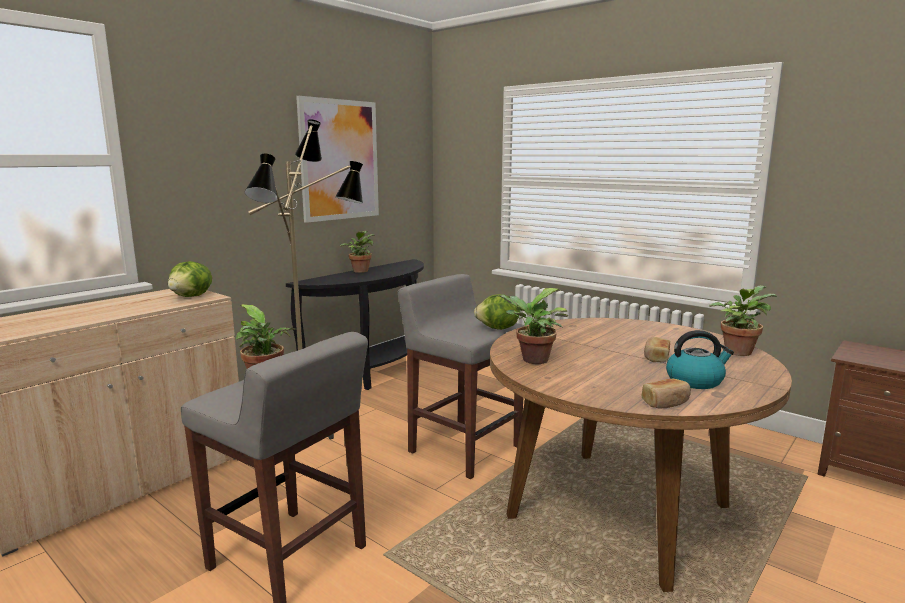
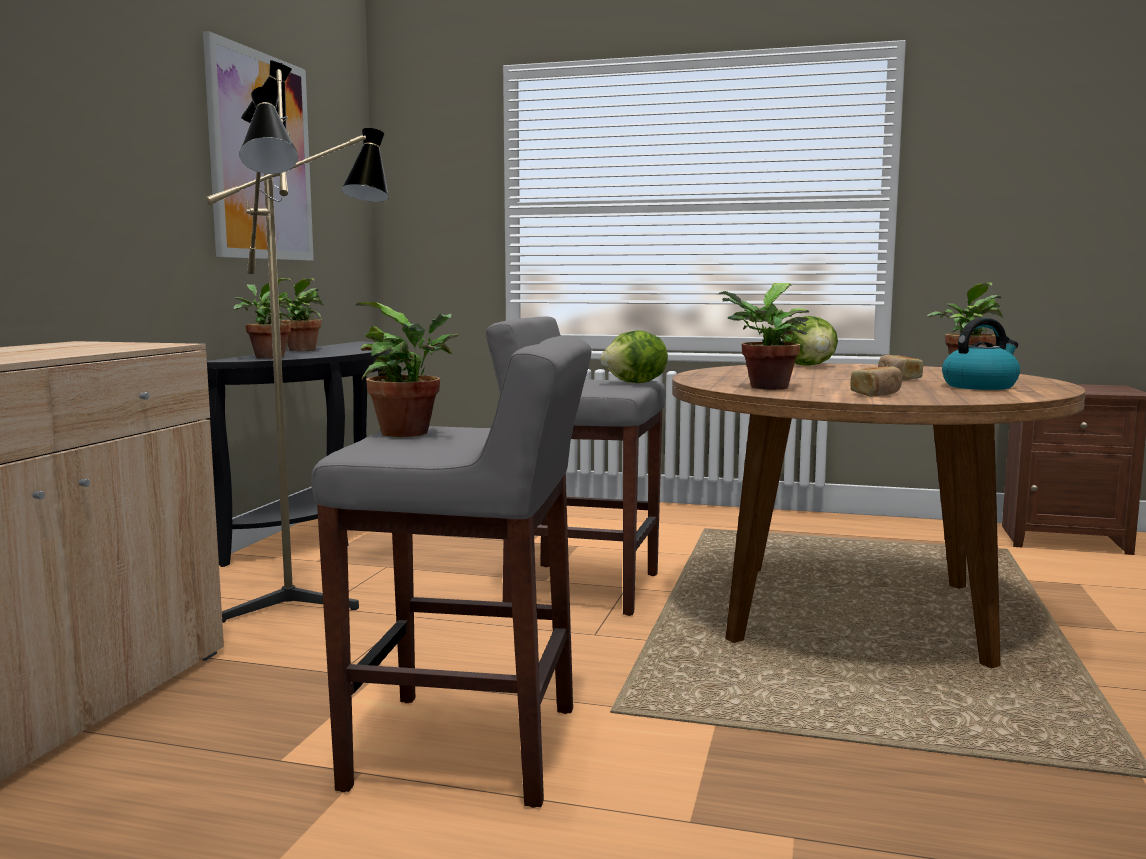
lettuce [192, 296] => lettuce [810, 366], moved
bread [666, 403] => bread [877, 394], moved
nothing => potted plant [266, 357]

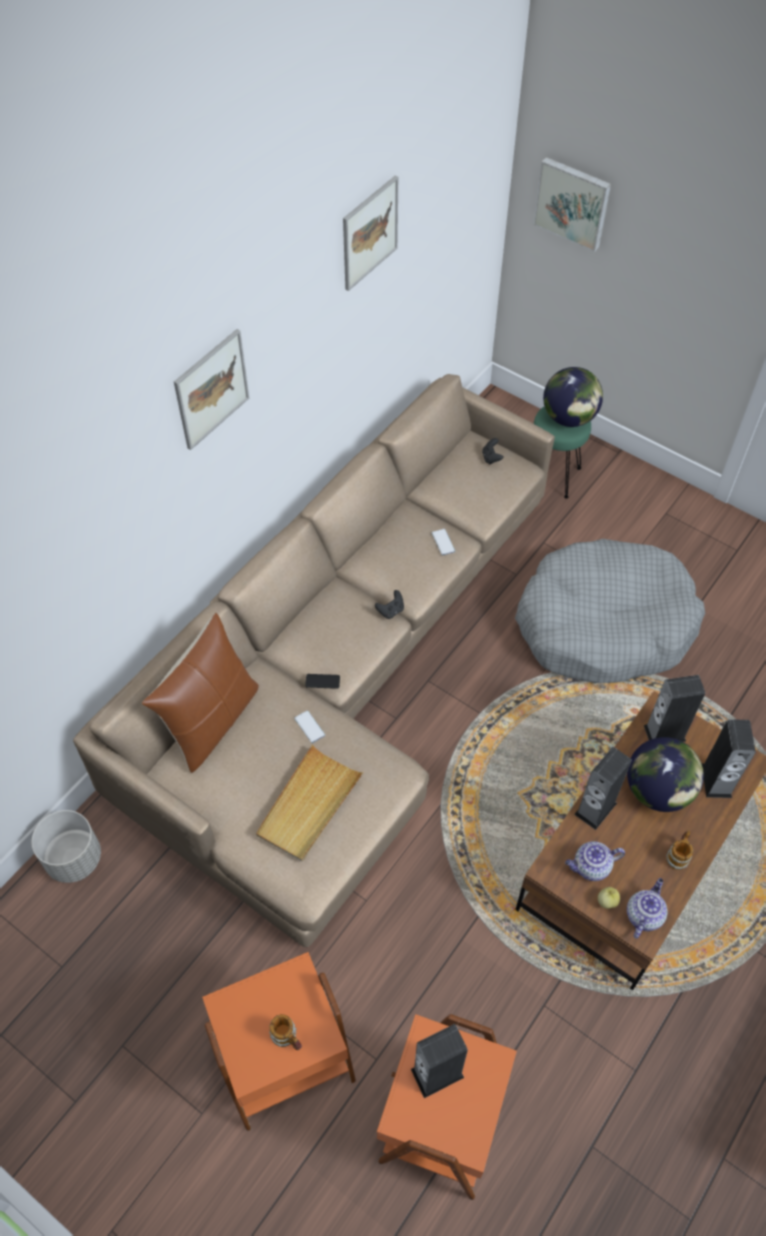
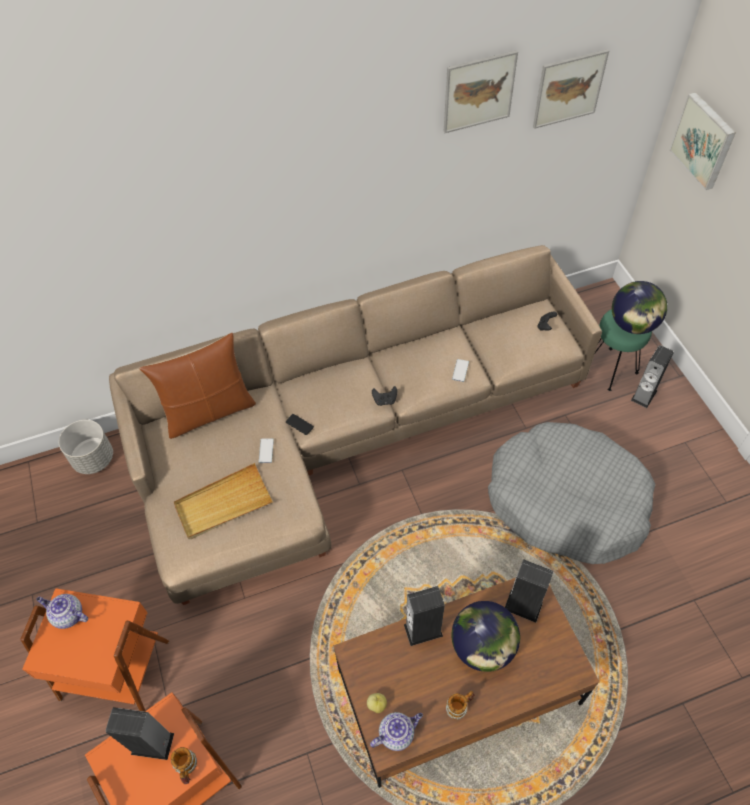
picture [211, 389] => picture [569, 89], moved
mug [287, 1038] => mug [187, 768], moved
teapot [590, 867] => teapot [67, 615], moved
speaker [716, 780] => speaker [644, 395], moved

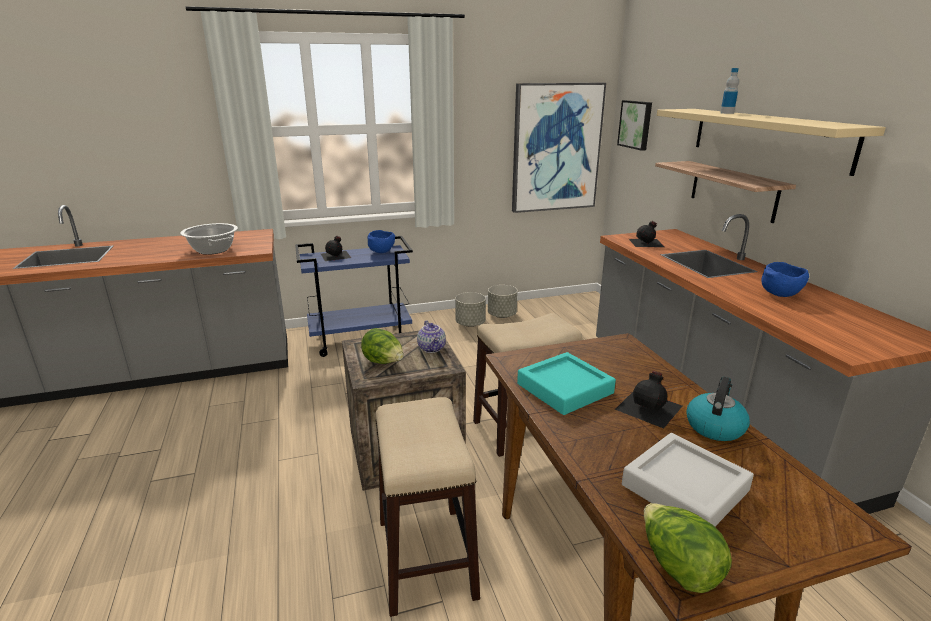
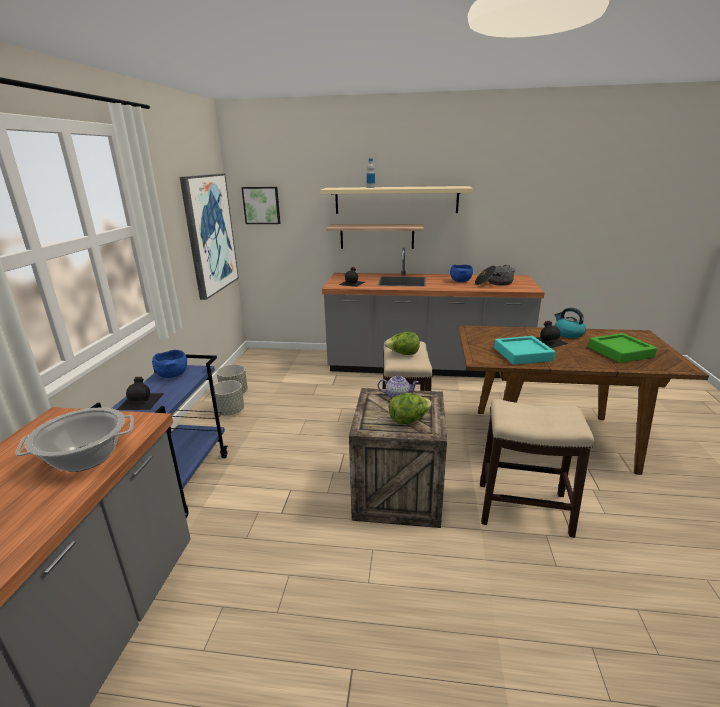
grey tray [684, 488] => green tray [620, 352]
lettuce [677, 567] => lettuce [403, 354], moved
nothing => cooking pot [494, 283]

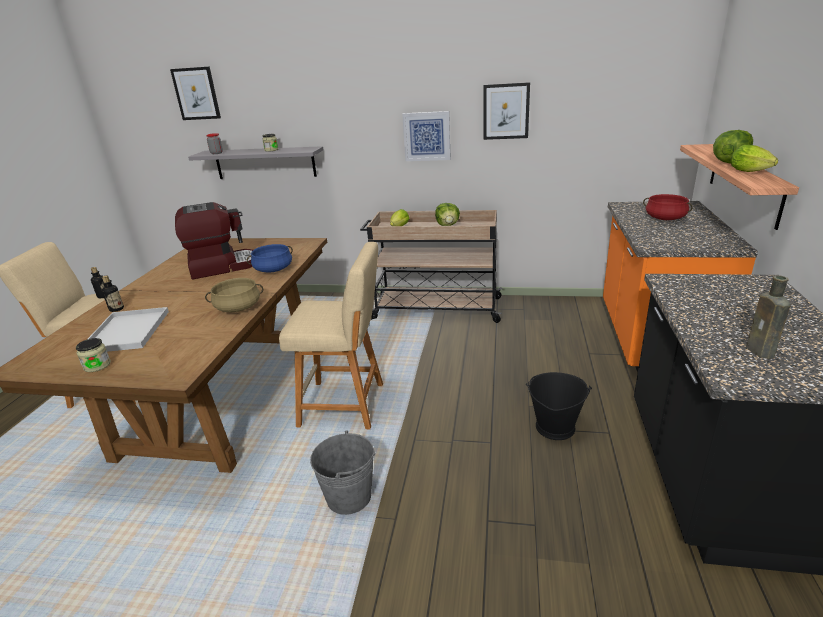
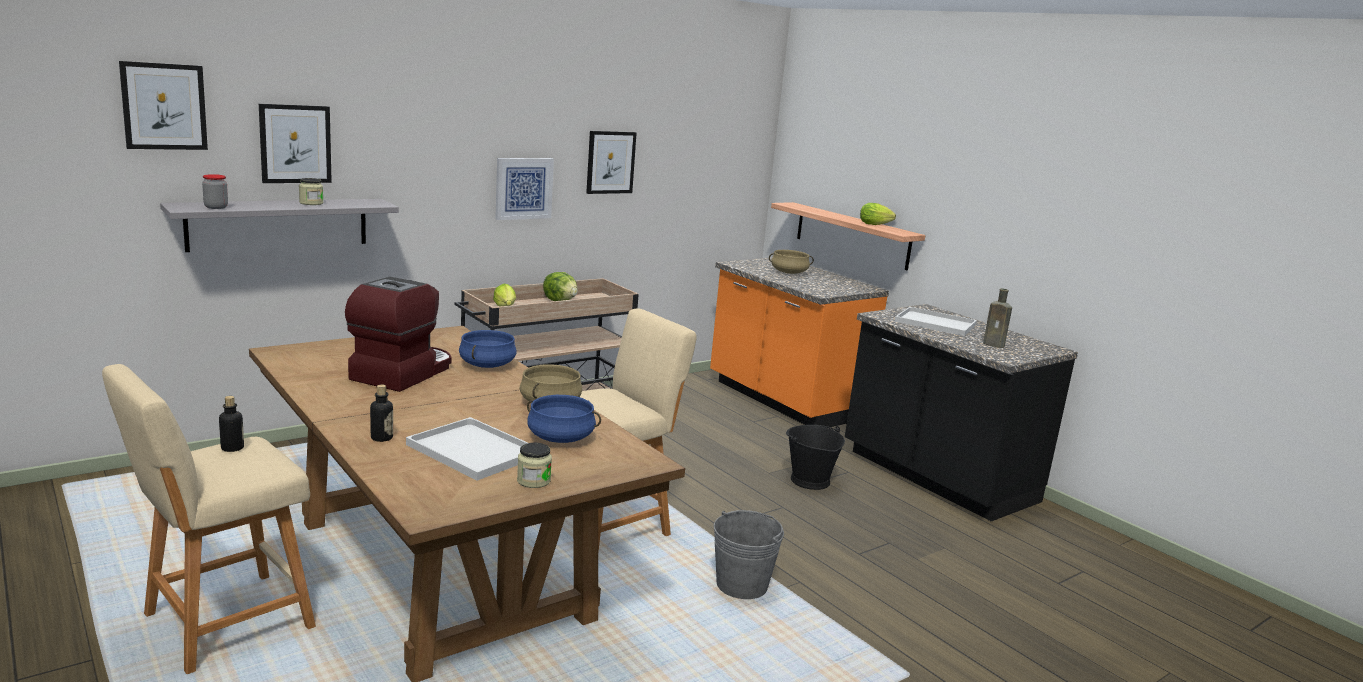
red cooking pot [665, 218] => beige cooking pot [789, 272]
lettuce [729, 162] => nothing
nothing => picture [295, 144]
nothing => blue cooking pot [561, 437]
nothing => white tray [933, 323]

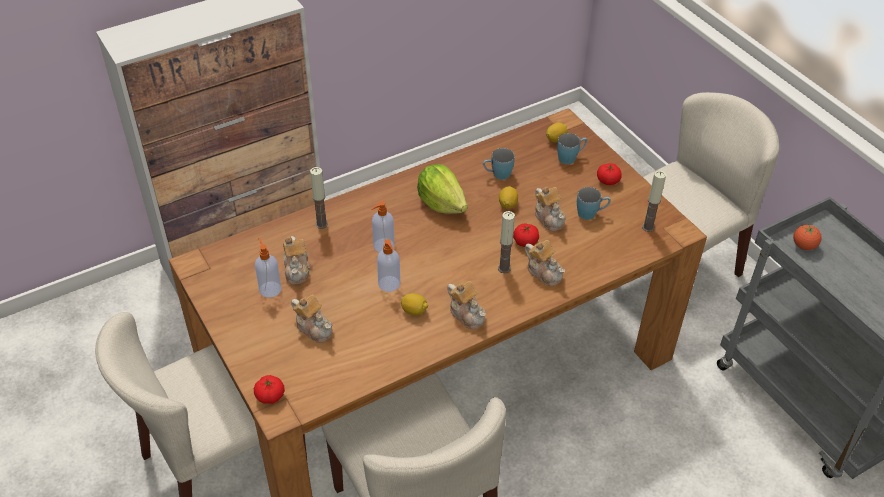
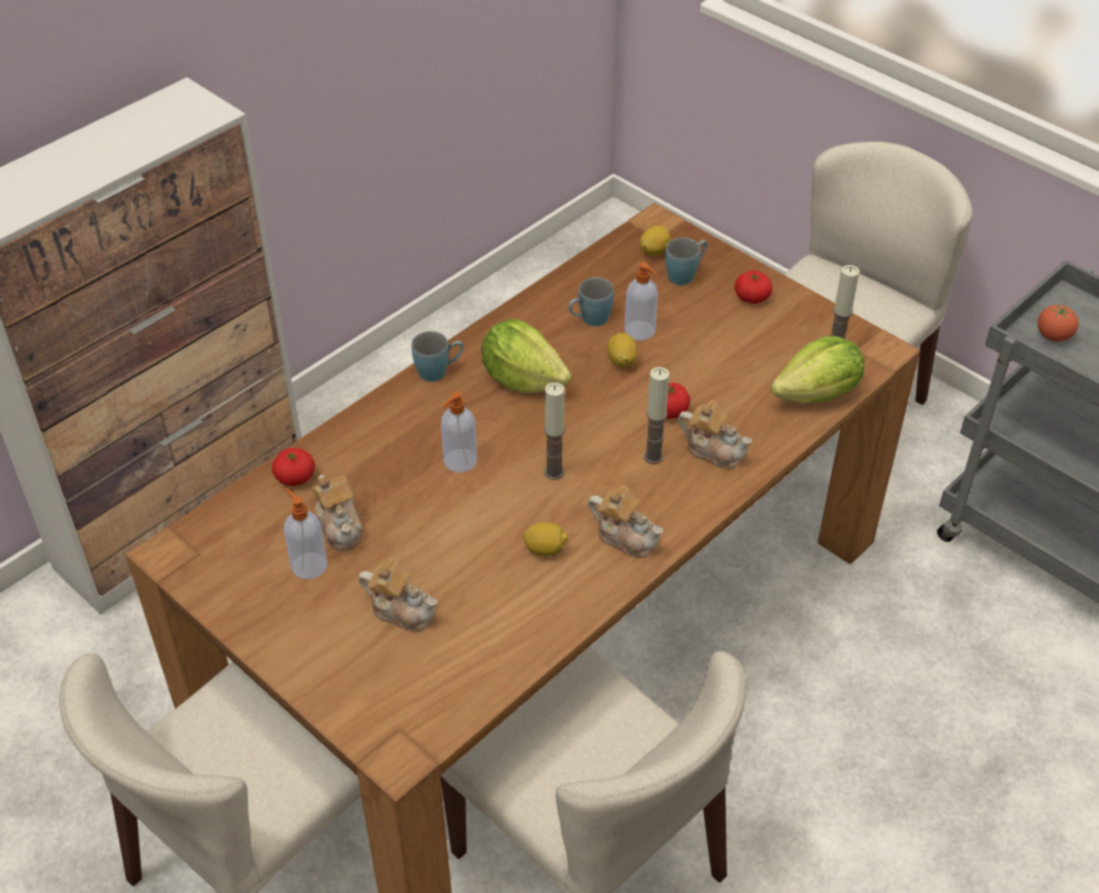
tomato [270, 396] => tomato [295, 477], moved
candle [321, 224] => candle [554, 472], moved
soap dispenser [389, 284] => soap dispenser [640, 331], moved
teapot [549, 218] => nothing
blue mug [591, 213] => blue mug [439, 371], moved
nothing => lettuce [818, 395]

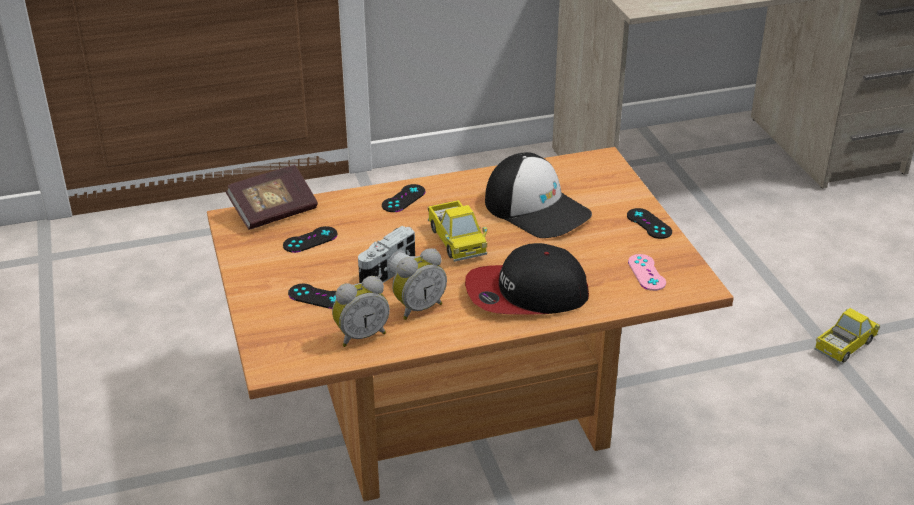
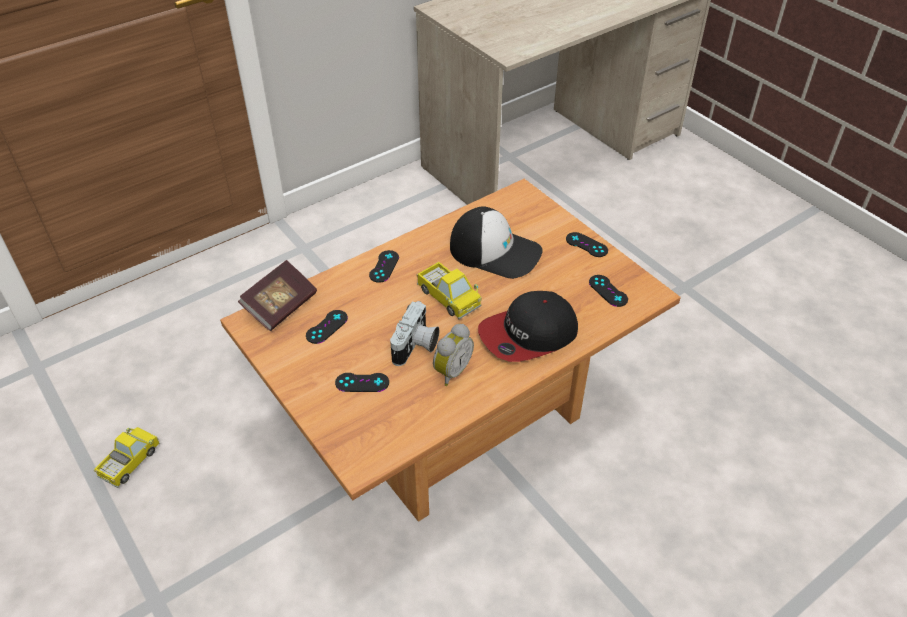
alarm clock [361, 335] => nothing
pink game controller [646, 272] => black game controller [608, 291]
toy truck [845, 345] => toy truck [130, 462], moved

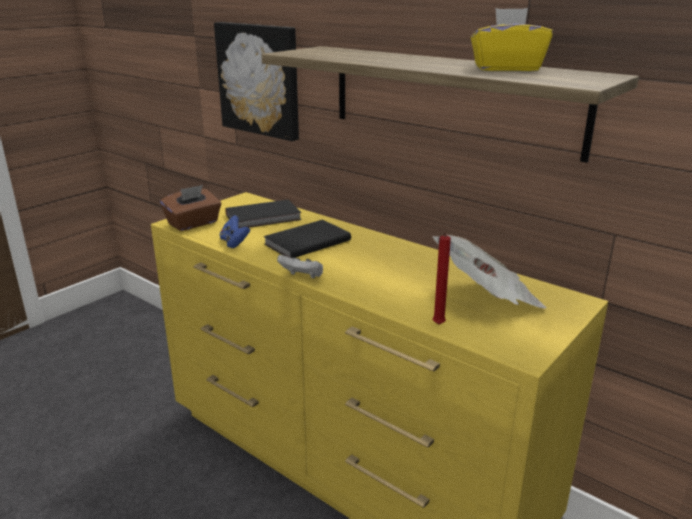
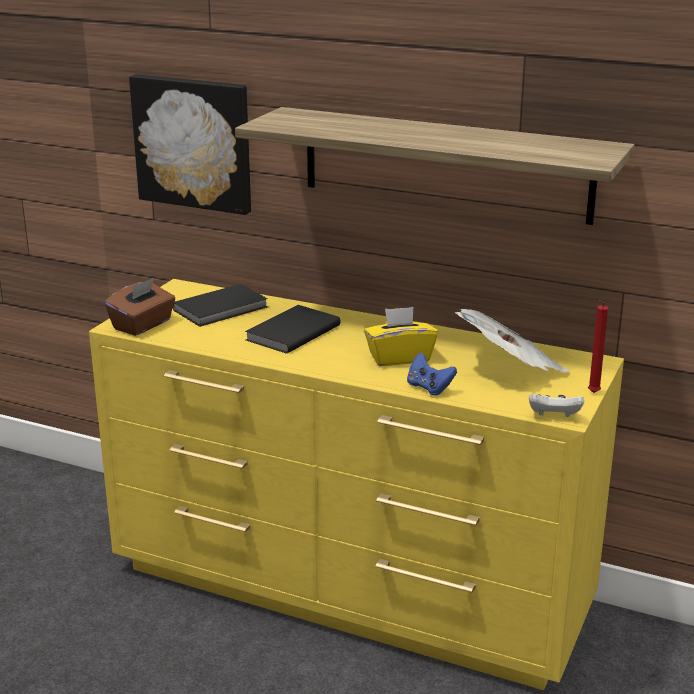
blue game controller [234, 243] => blue game controller [429, 388], moved
white game controller [302, 277] => white game controller [554, 417], moved
red candle [437, 325] => red candle [592, 393], moved
yellow tissue box [506, 68] => yellow tissue box [399, 358], moved

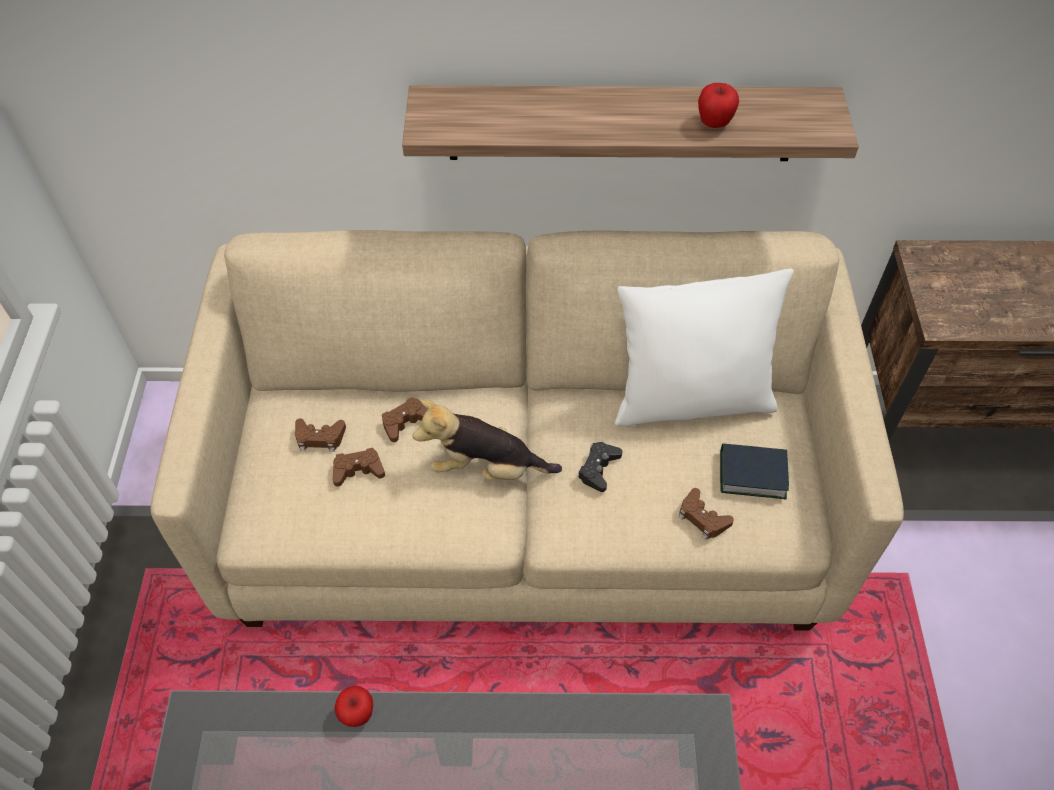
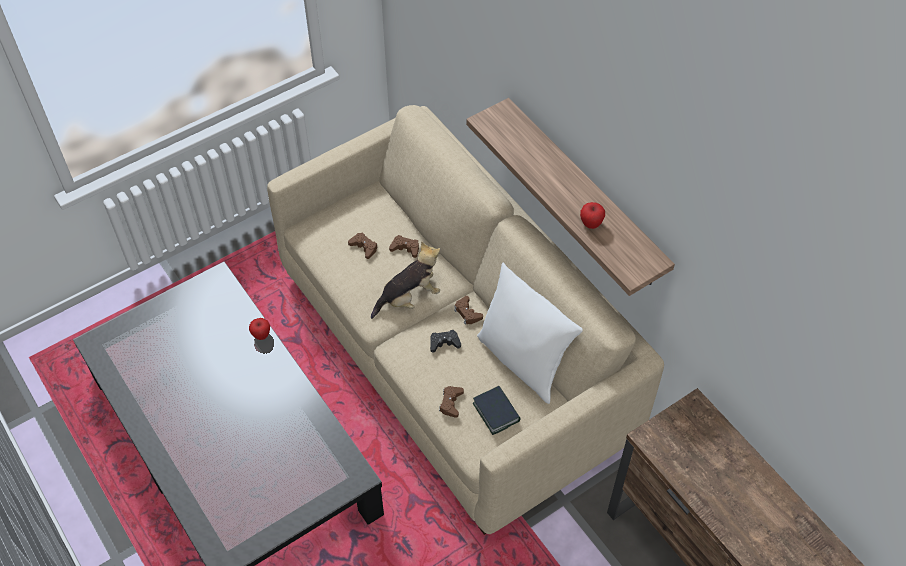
brown game controller [320, 438] => brown game controller [467, 313], moved
plush toy [486, 468] => plush toy [409, 298], 90 degrees clockwise

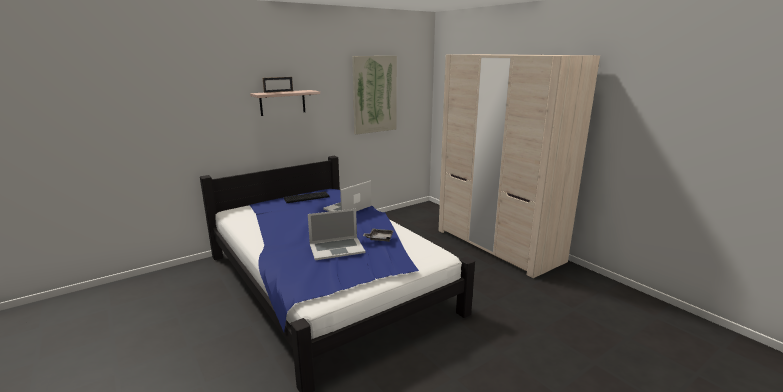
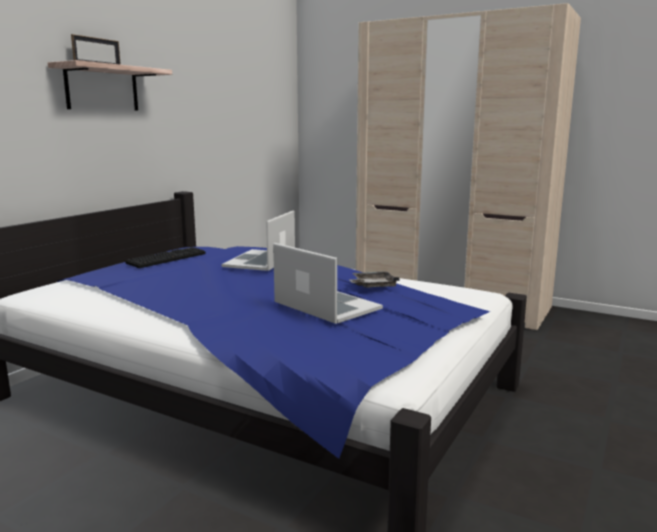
laptop [336, 248] => laptop [326, 305], 90 degrees counterclockwise
picture [374, 94] => nothing

